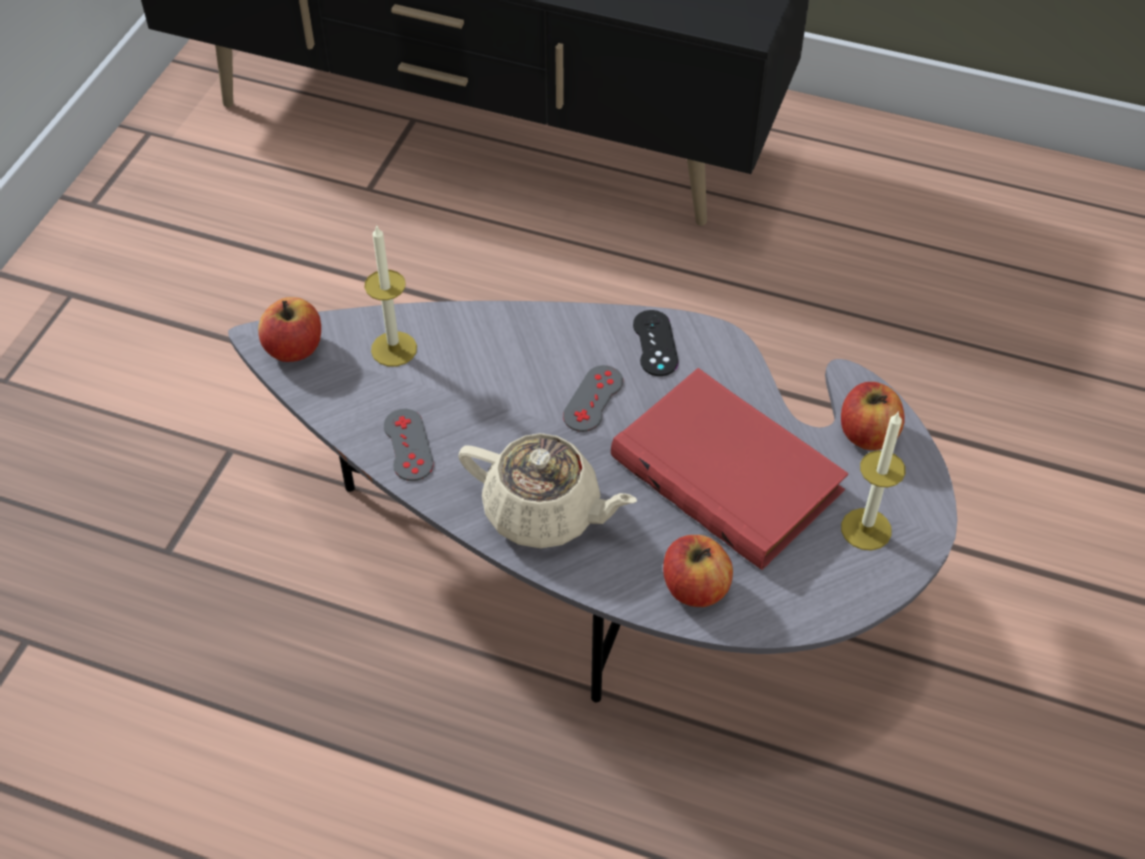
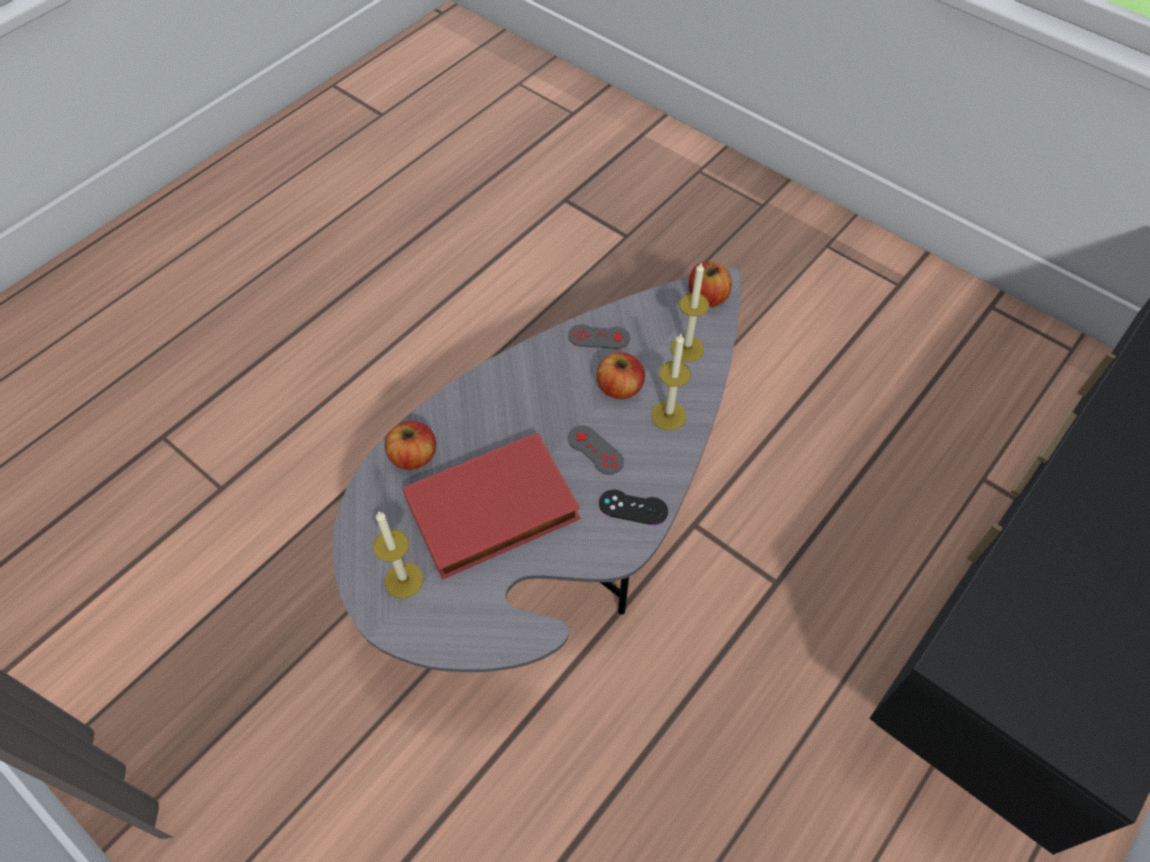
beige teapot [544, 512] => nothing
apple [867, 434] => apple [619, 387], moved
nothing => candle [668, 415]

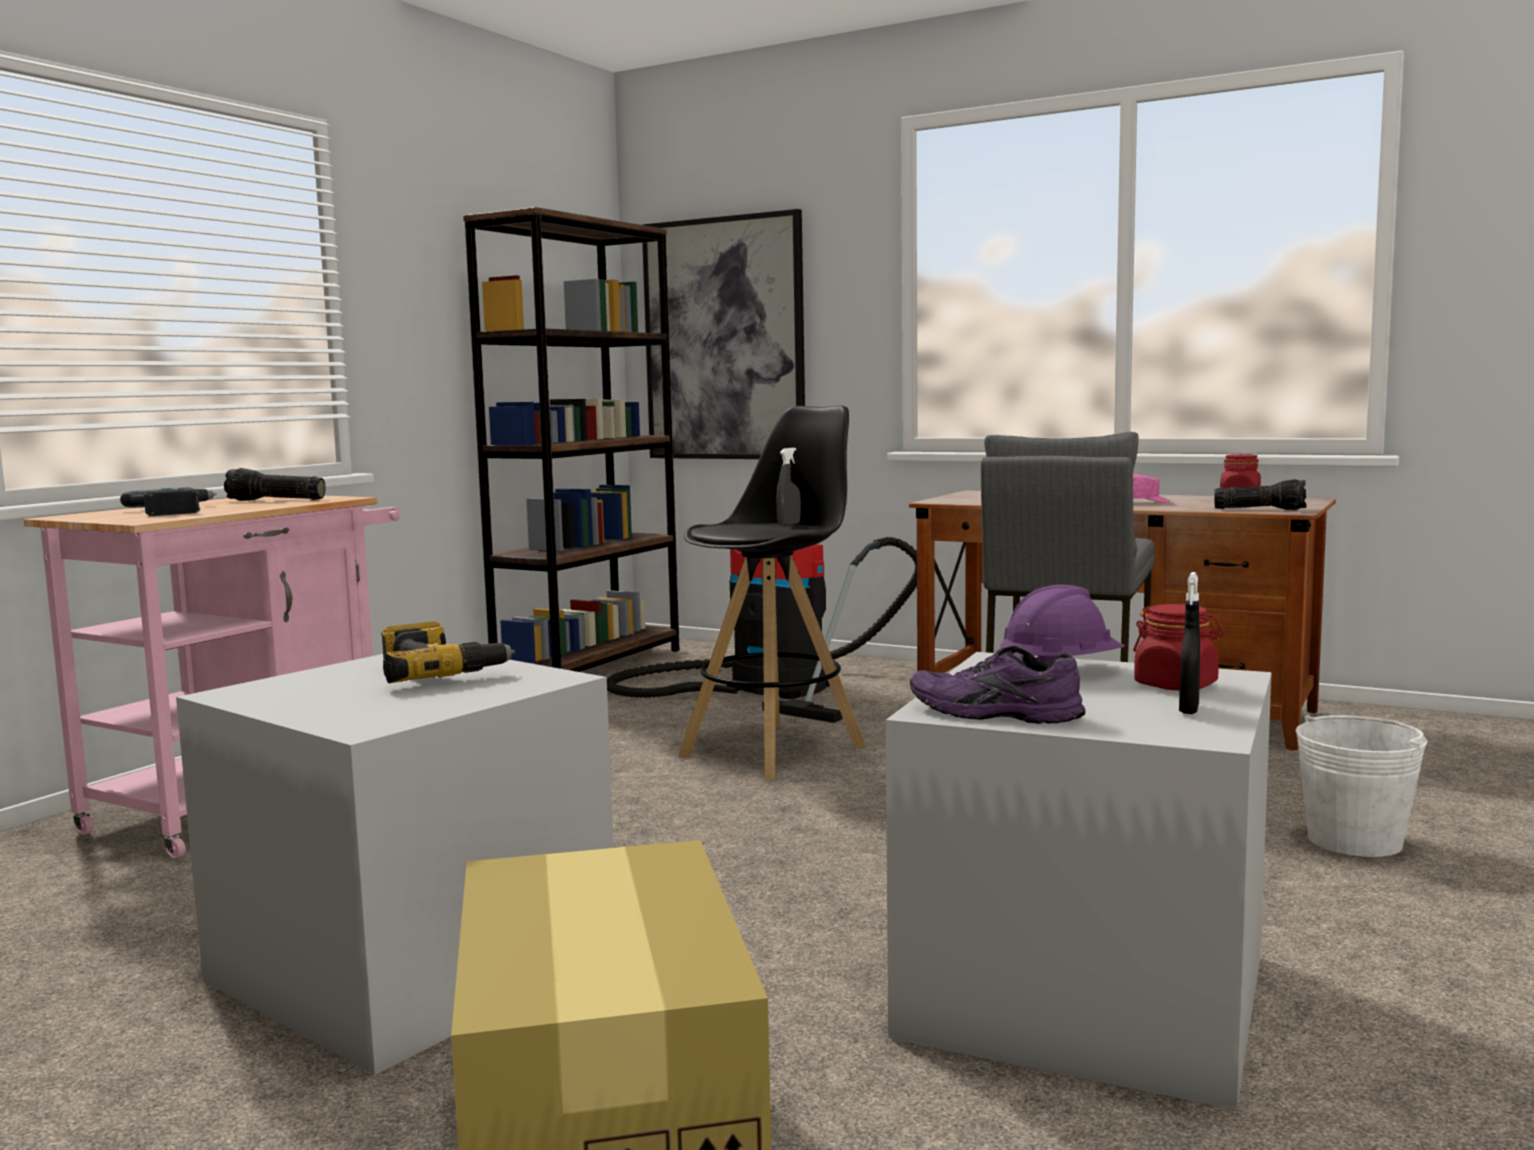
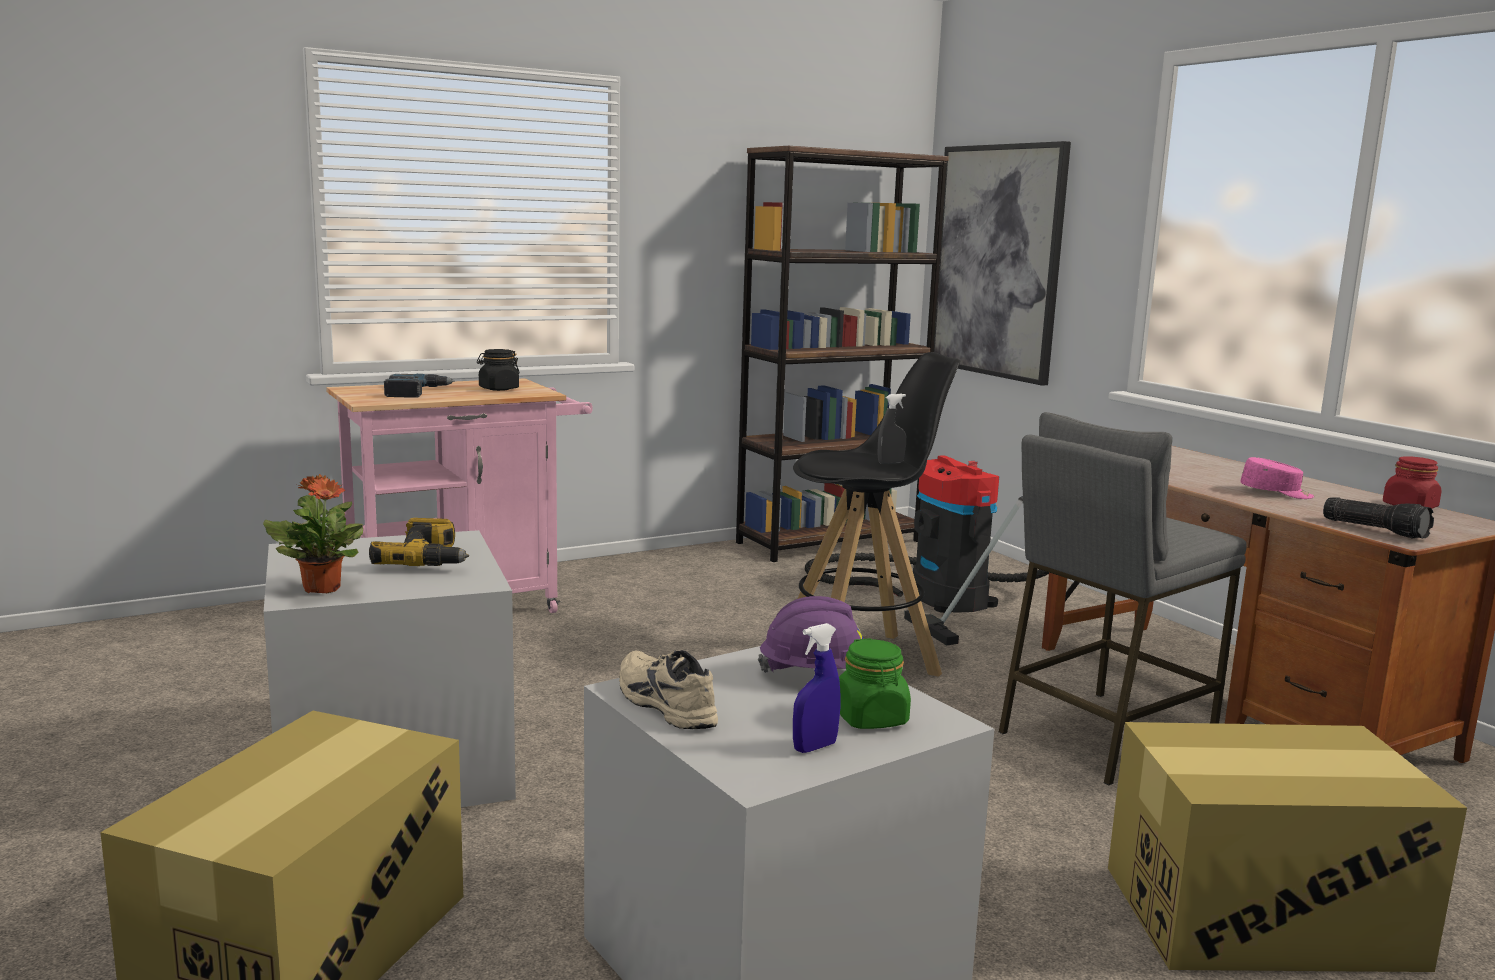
flashlight [275, 500] => black jar [498, 389]
purple shoe [993, 714] => beige shoe [662, 704]
red jar [1176, 685] => green jar [871, 718]
black spray bottle [1189, 709] => blue spray bottle [814, 747]
white bucket [1355, 841] => cardboard box [1261, 916]
nothing => potted plant [322, 588]

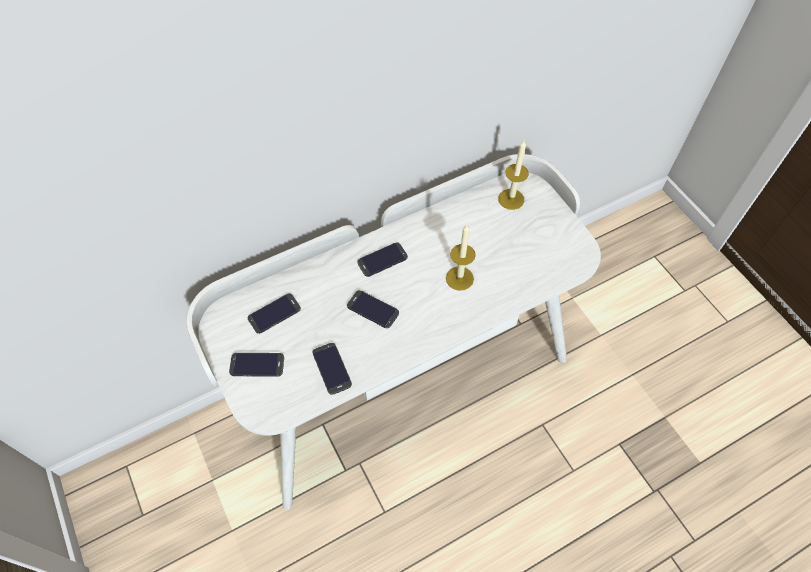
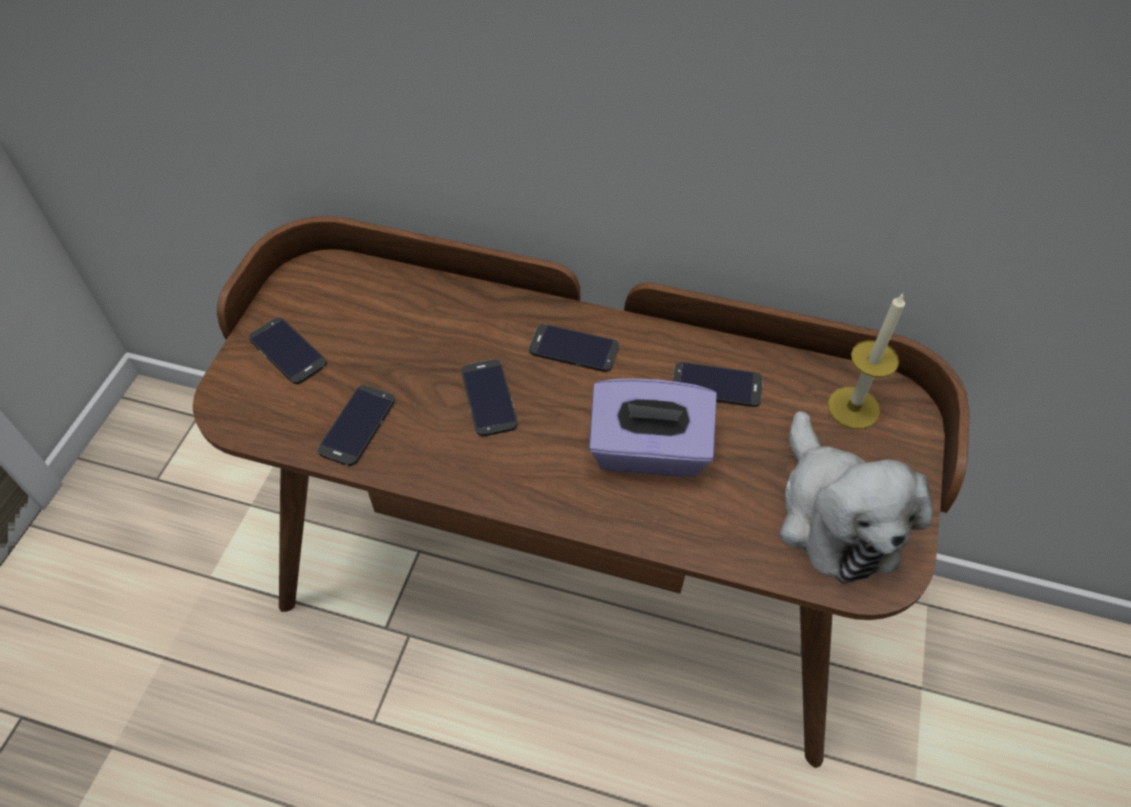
white desk [404, 380] => brown desk [566, 587]
phone [274, 313] => phone [717, 385], moved
candle [459, 278] => purple tissue box [648, 452]
nothing => plush toy [834, 516]

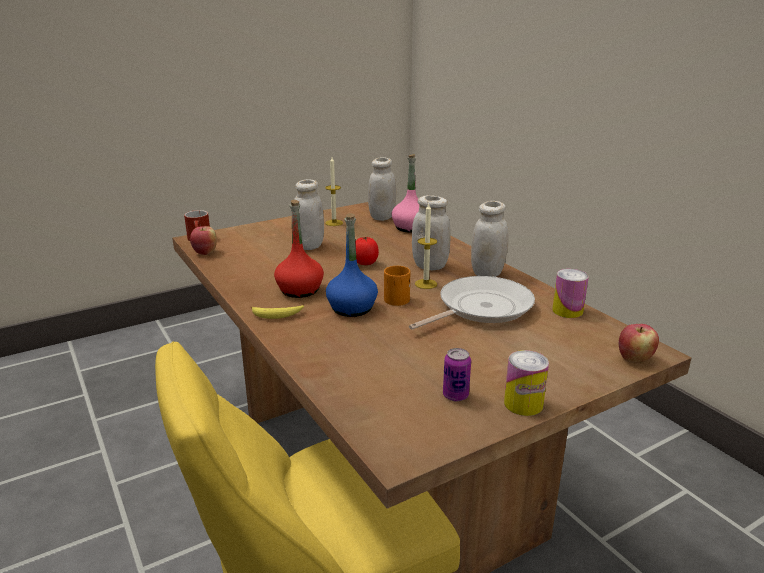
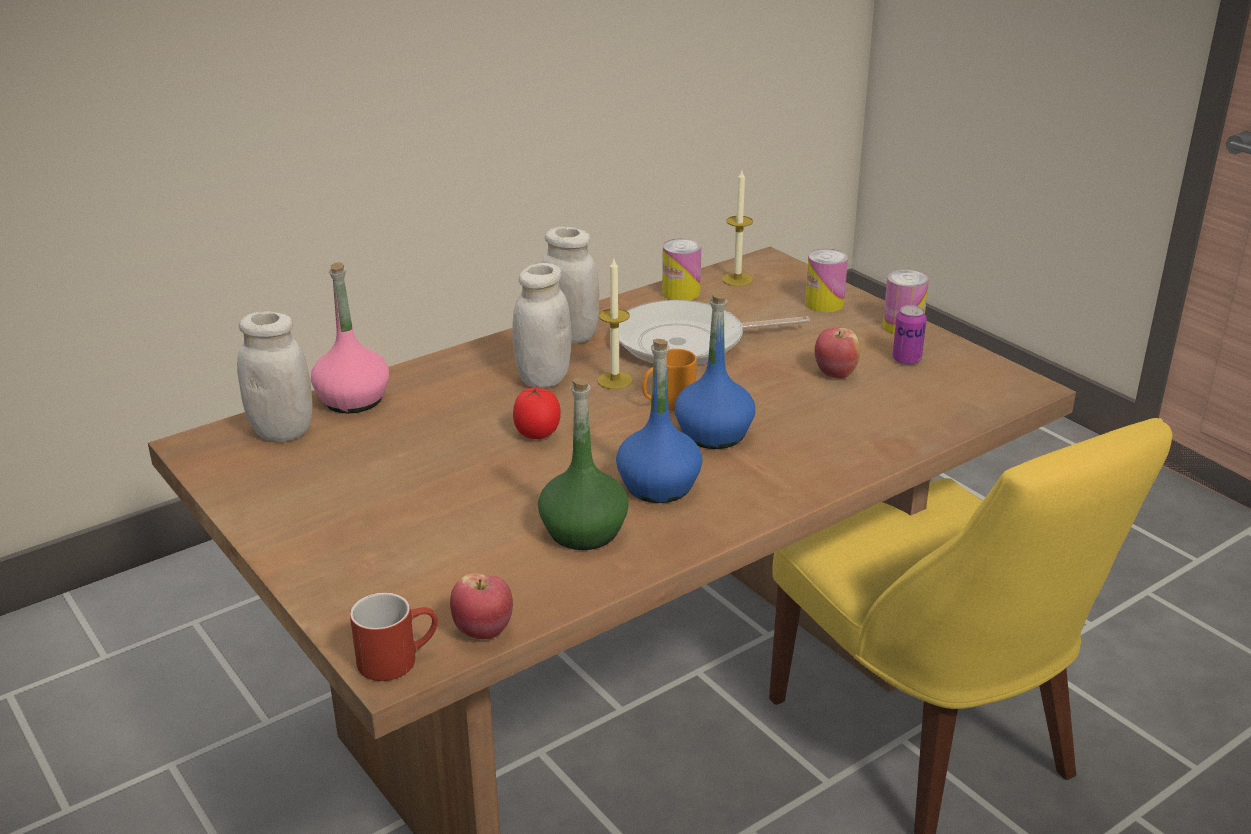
banana [277, 315] => nothing
red bottle [300, 290] => blue bottle [658, 486]
white jar [309, 246] => nothing
candle [334, 223] => candle [737, 279], moved
frying pan [480, 308] => frying pan [687, 343], 60 degrees counterclockwise
apple [634, 359] => apple [835, 373], moved
nothing => green bottle [584, 531]
nothing => can [824, 304]

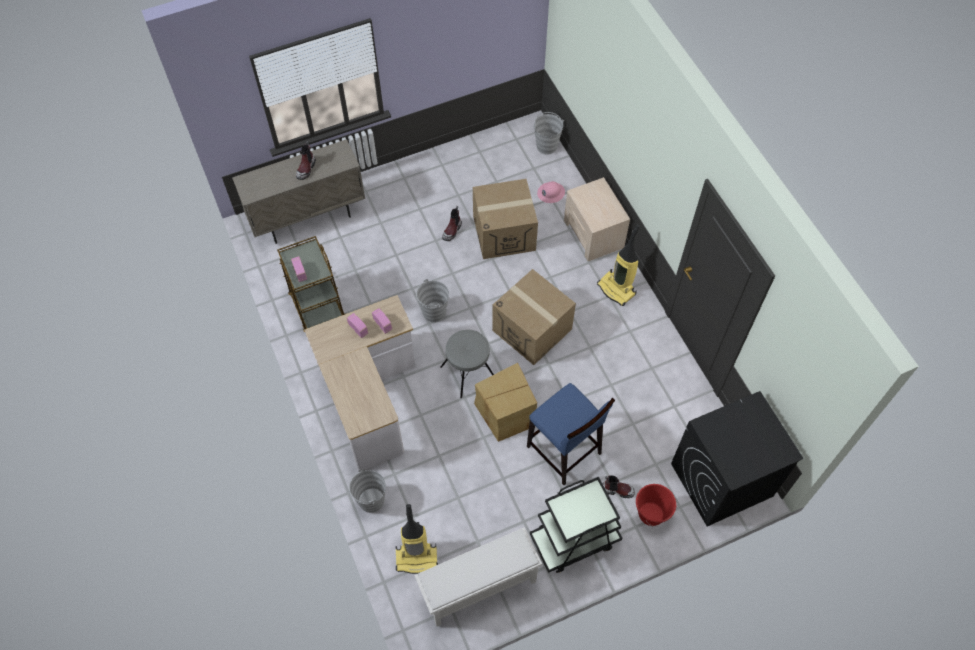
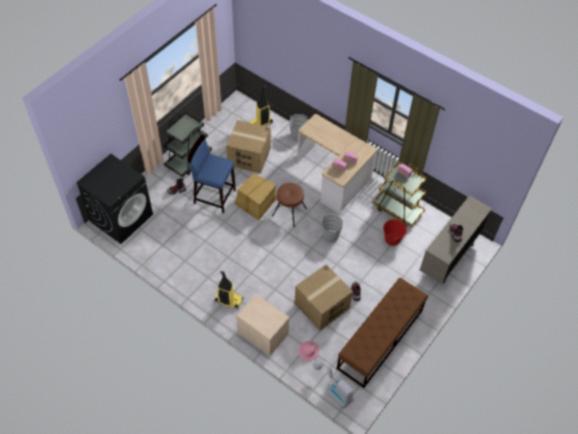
white shoe rack [478, 588] => nothing
grey stool [468, 373] => brown stool [289, 212]
cardboard box [532, 329] => cardboard box [249, 156], moved
grey bucket [546, 146] => vacuum cleaner [334, 390]
red bucket [651, 514] => red bucket [392, 239], moved
nothing => brown bench [380, 339]

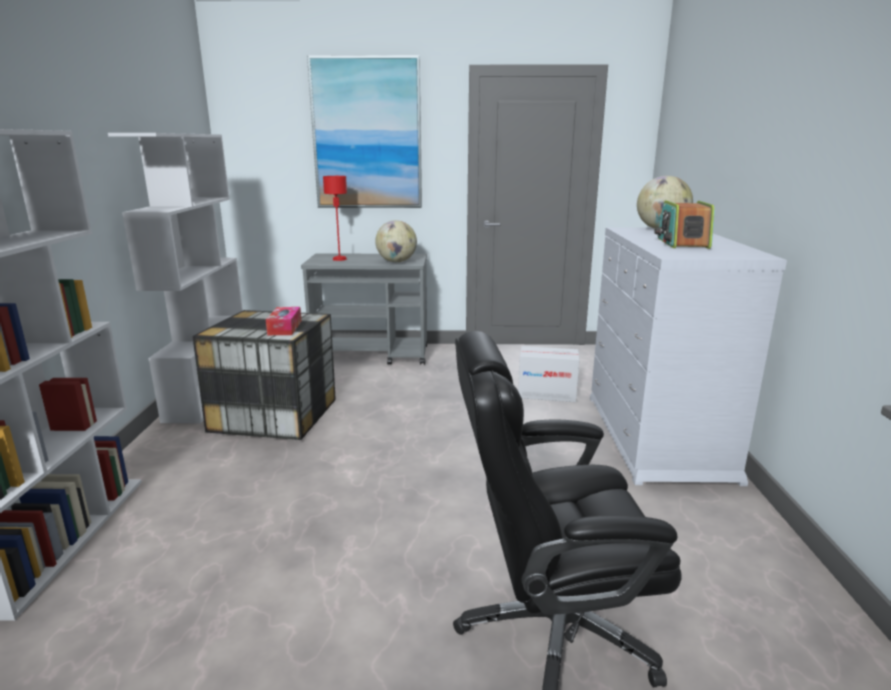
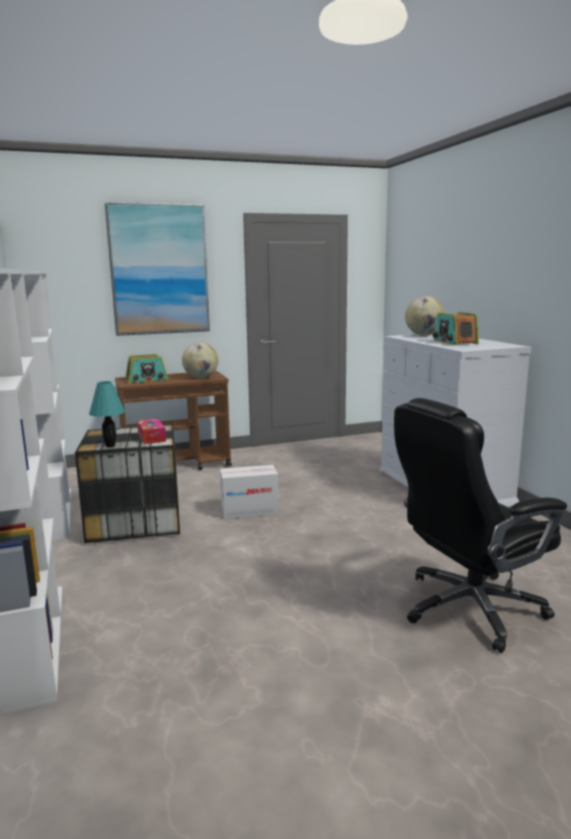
grey cart [372, 355] => brown cart [177, 464]
red table lamp [340, 259] => radio [146, 380]
cardboard box [547, 394] => cardboard box [249, 511], moved
nothing => turquoise table lamp [110, 446]

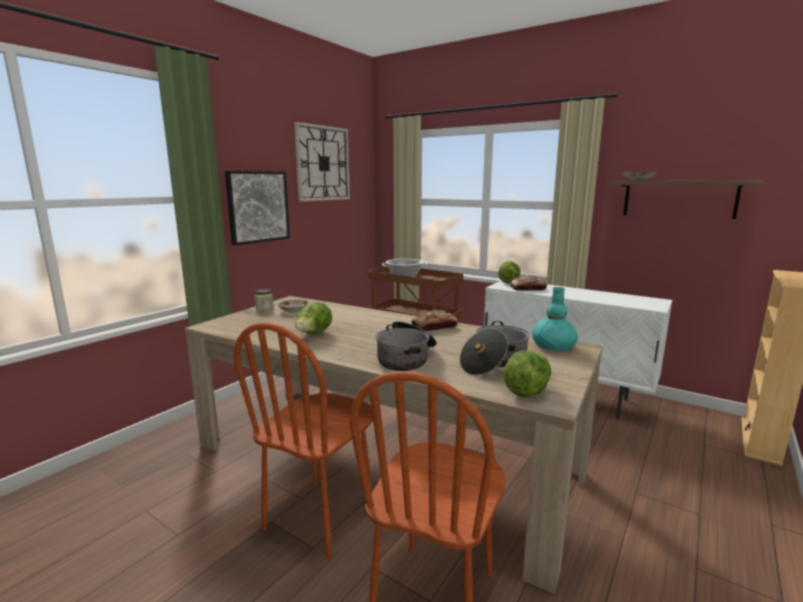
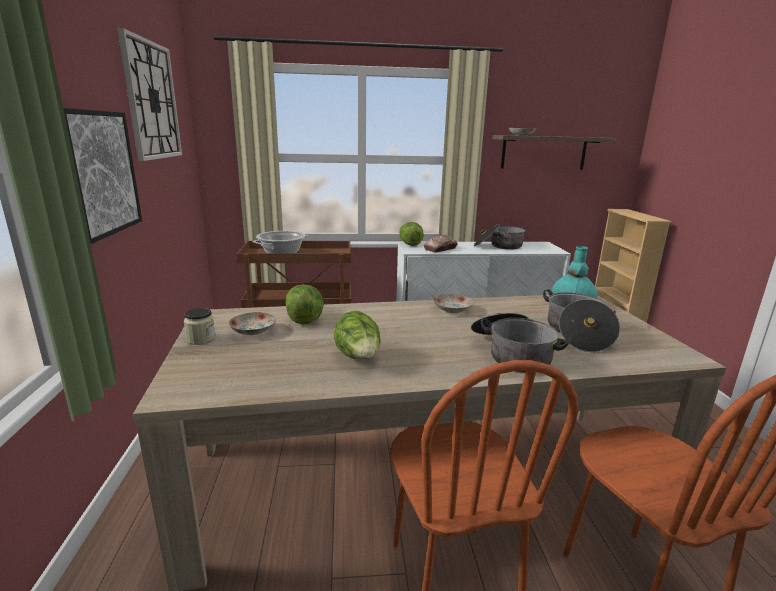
bread [434, 327] => plate [452, 310]
lettuce [526, 390] => lettuce [305, 319], moved
nothing => cooking pot [498, 246]

